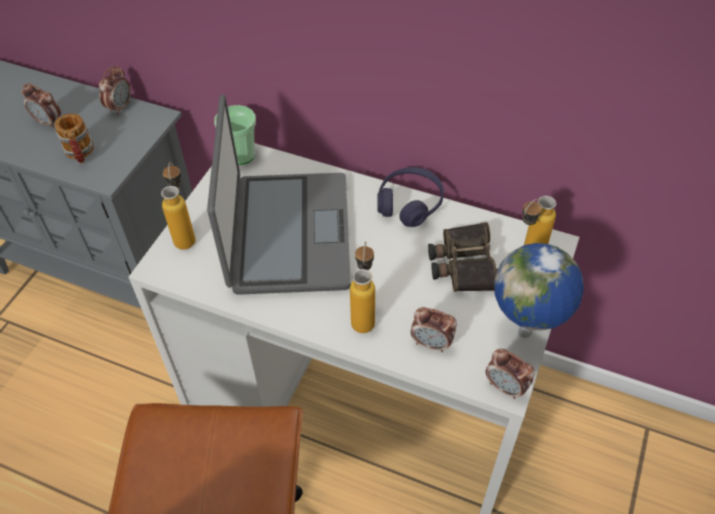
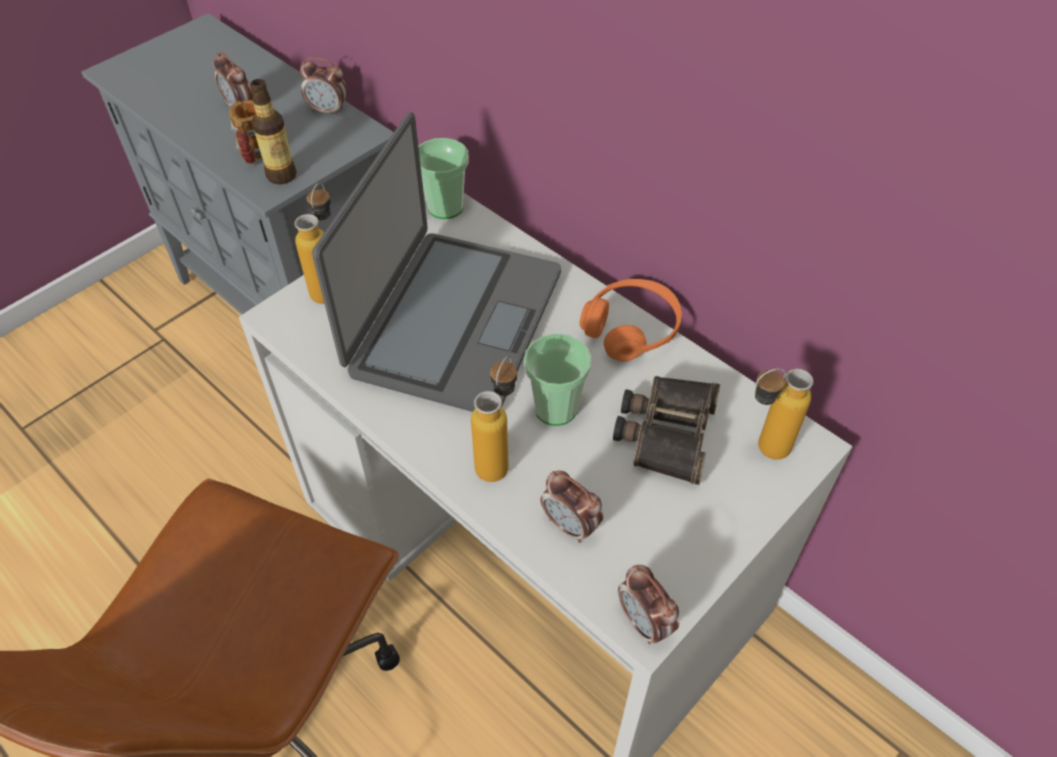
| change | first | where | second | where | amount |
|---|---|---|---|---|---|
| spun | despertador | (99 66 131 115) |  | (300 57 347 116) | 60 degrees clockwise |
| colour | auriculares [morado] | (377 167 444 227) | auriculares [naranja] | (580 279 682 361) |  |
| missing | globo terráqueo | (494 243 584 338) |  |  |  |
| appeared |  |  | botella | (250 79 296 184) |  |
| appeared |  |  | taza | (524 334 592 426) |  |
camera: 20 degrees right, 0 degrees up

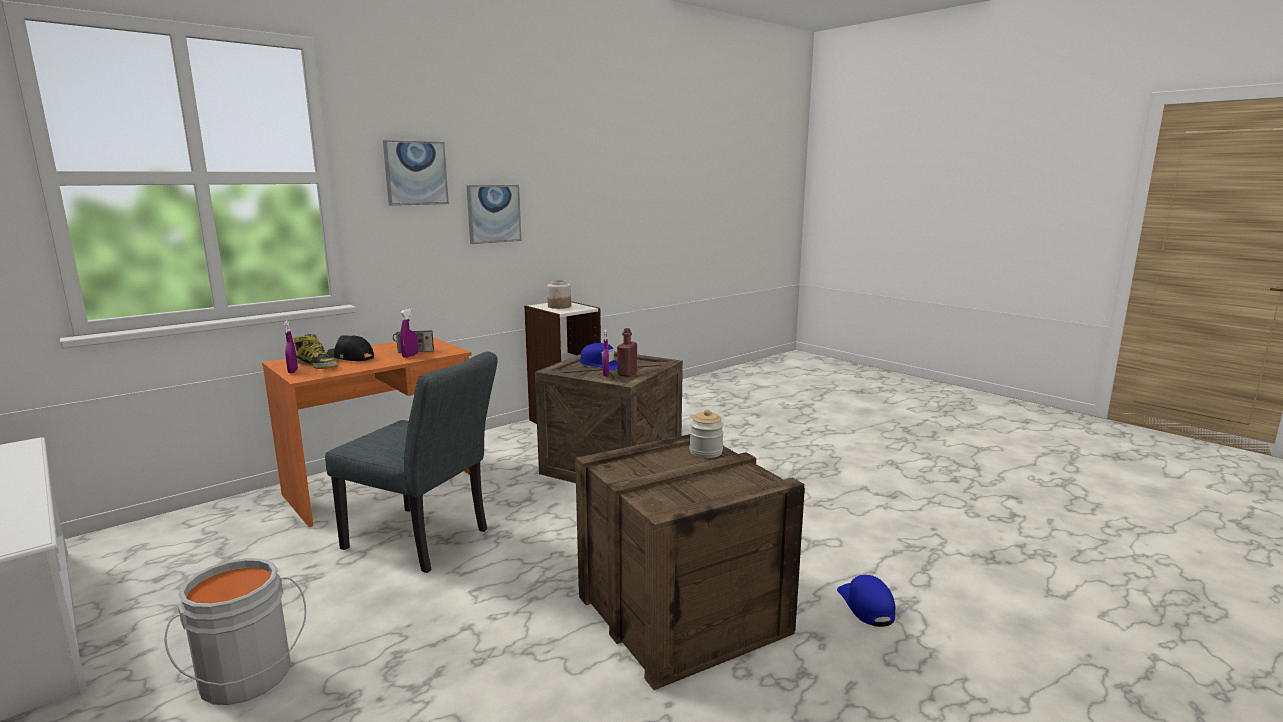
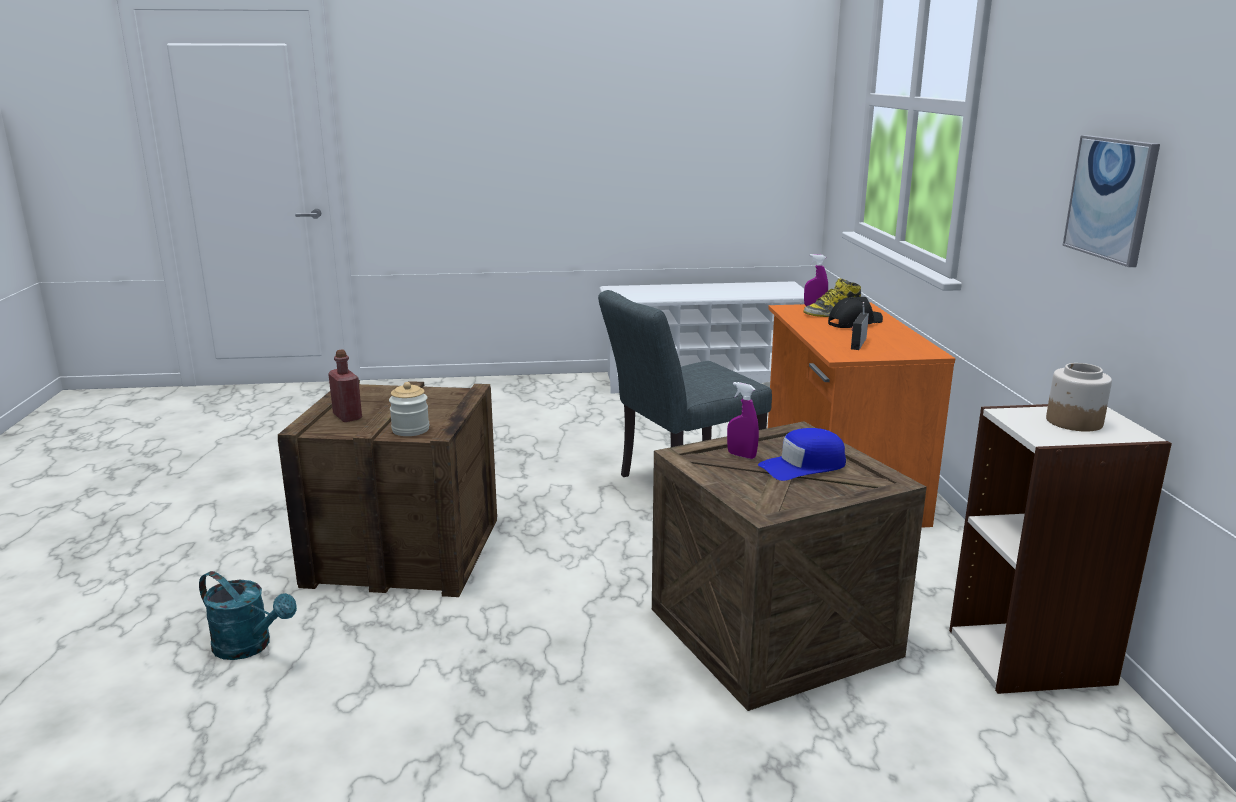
| change | first | where | second | where | amount |
|---|---|---|---|---|---|
| missing | cuadro | (383 140 449 206) |  |  |  |
| missing | pulverizador [morado] | (400 308 418 358) |  |  |  |
| relocated | botella [rojo] | (617 328 637 377) |  | (328 350 362 422) |  |
| missing | cubo [gris] | (164 558 306 705) |  |  |  |
| exchanged | gorra [azul] | (837 575 896 627) | regadera [turquesa] | (199 571 297 660) |  |
camera: 125 degrees right, 5 degrees up

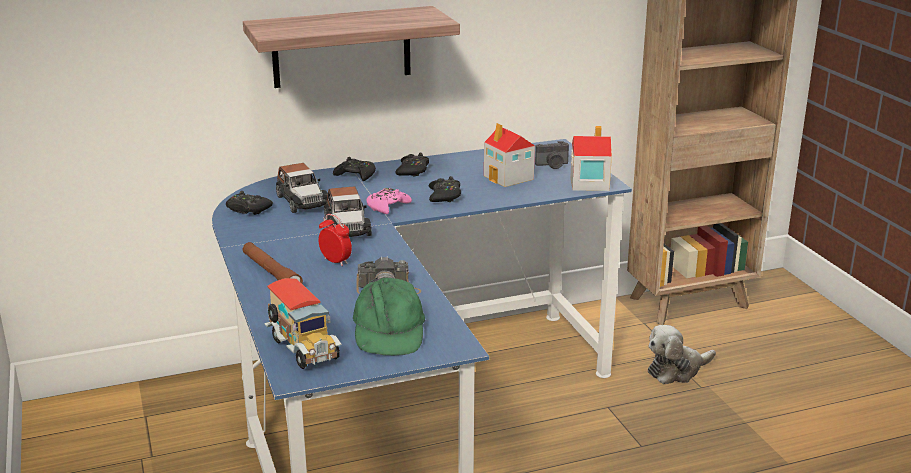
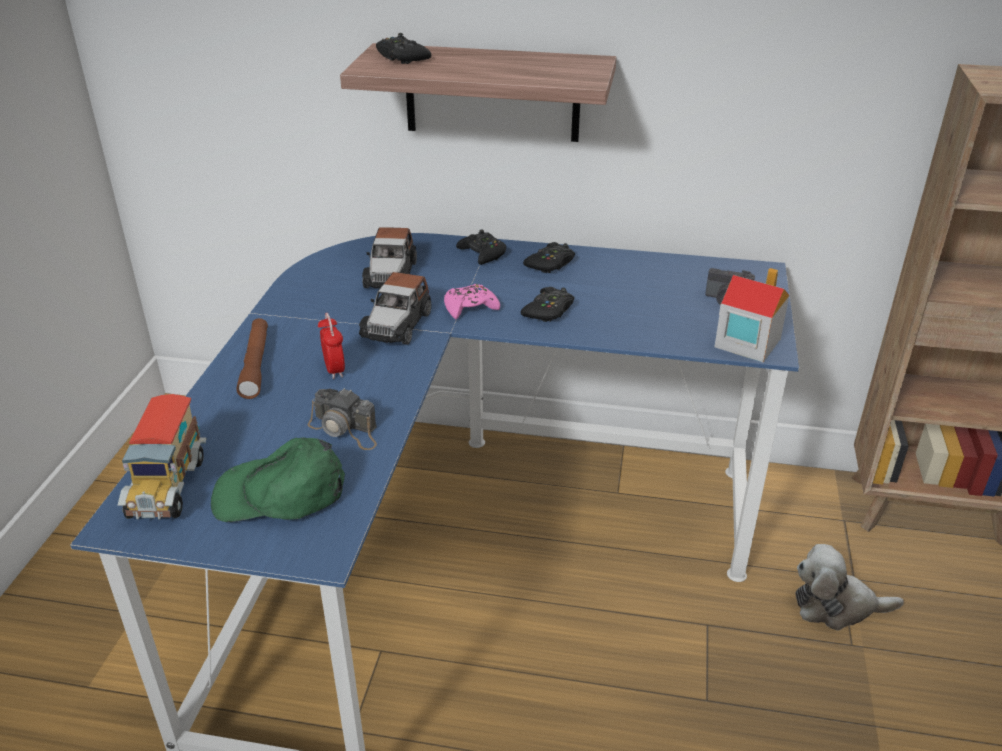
| change | first | where | second | where | amount |
|---|---|---|---|---|---|
| missing | casita | (484 123 535 187) |  |  |  |
| relocated | mando de consola [negro] | (226 191 273 215) |  | (376 33 432 64) |  |
| spun | gorra [verde] | (353 276 425 356) |  | (211 437 345 522) | 60 degrees clockwise |
camera: 30 degrees right, 10 degrees up

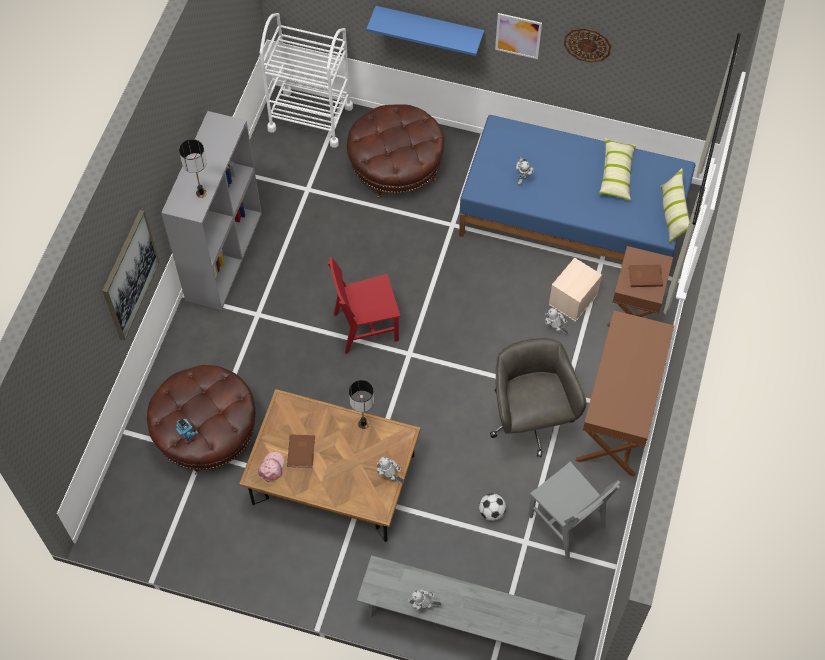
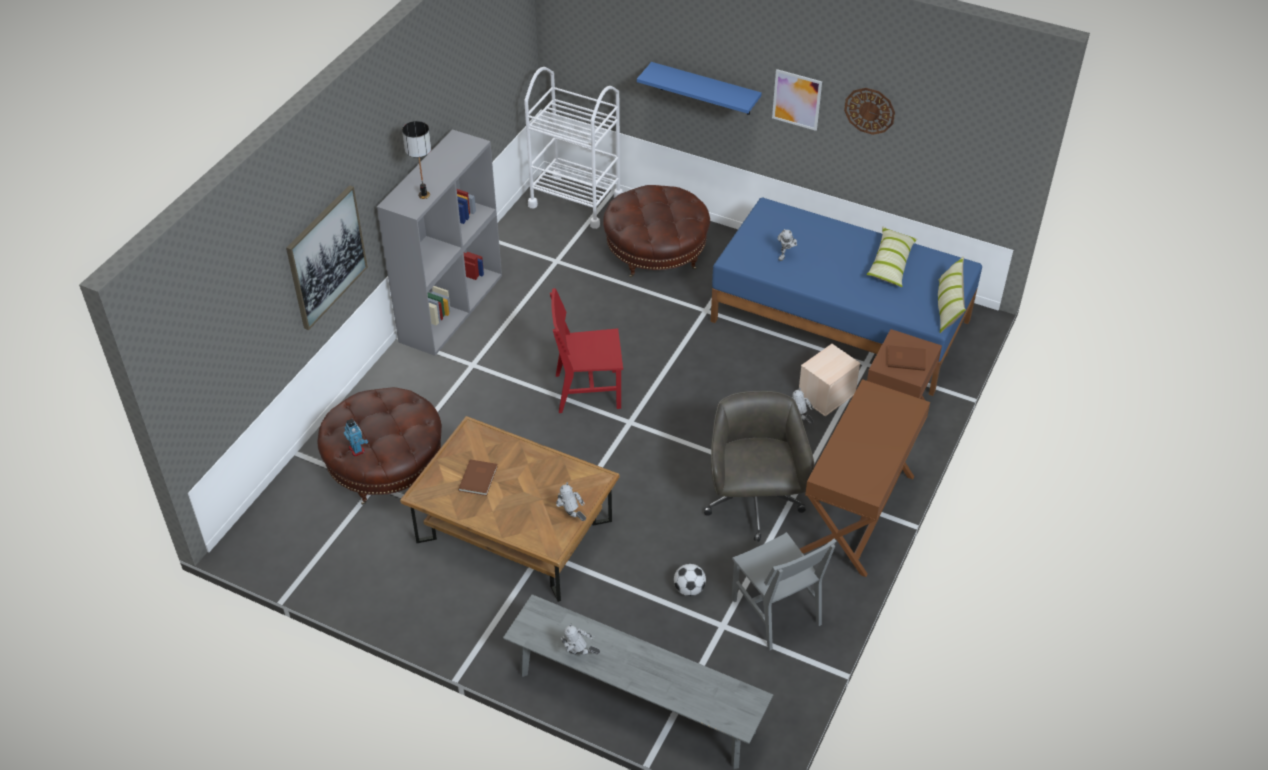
| change | first | where | second | where | amount |
|---|---|---|---|---|---|
| missing | lámpara de mesa | (349 380 374 429) |  |  |  |
| missing | gorra [rosa] | (258 452 284 482) |  |  |  |
camera: 10 degrees right, 15 degrees down

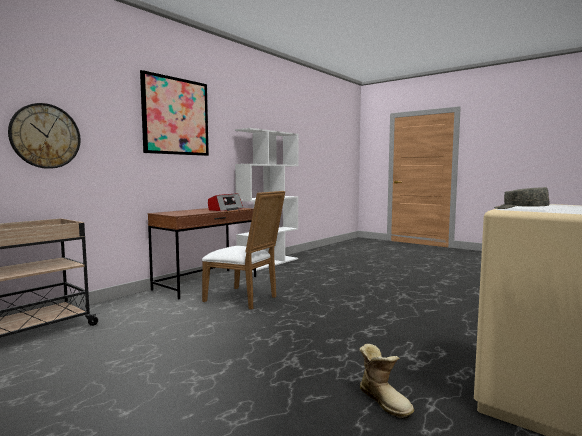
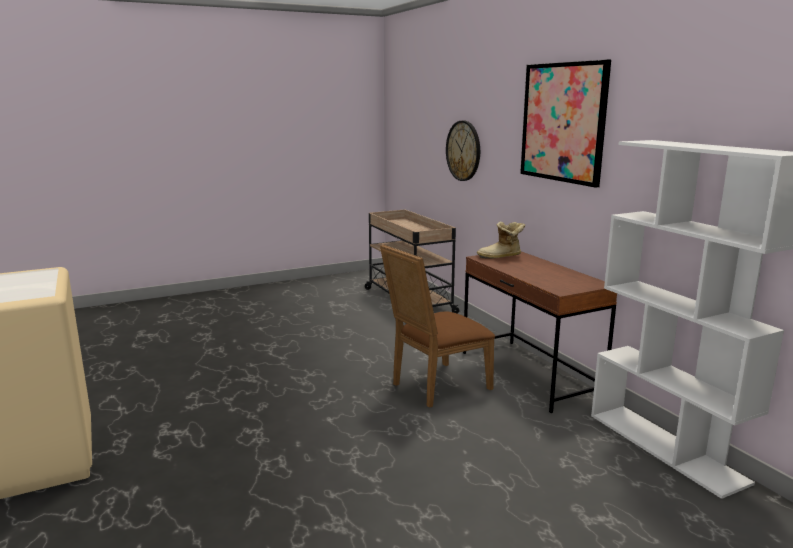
| change | first | where | second | where | amount |
|---|---|---|---|---|---|
| missing | gorra [gris] | (494 187 549 209) |  |  |  |
| colour | silla [blanco] | (202 191 285 310) | silla [marrón] | (380 244 495 408) |  |
| missing | radio | (208 193 243 211) |  |  |  |
| relocated | bota | (359 344 414 419) |  | (477 222 525 259) |  |
camera: 115 degrees right, 10 degrees up

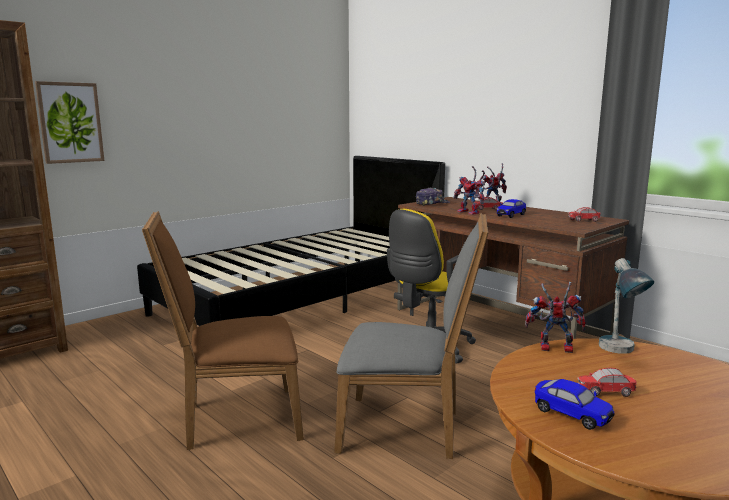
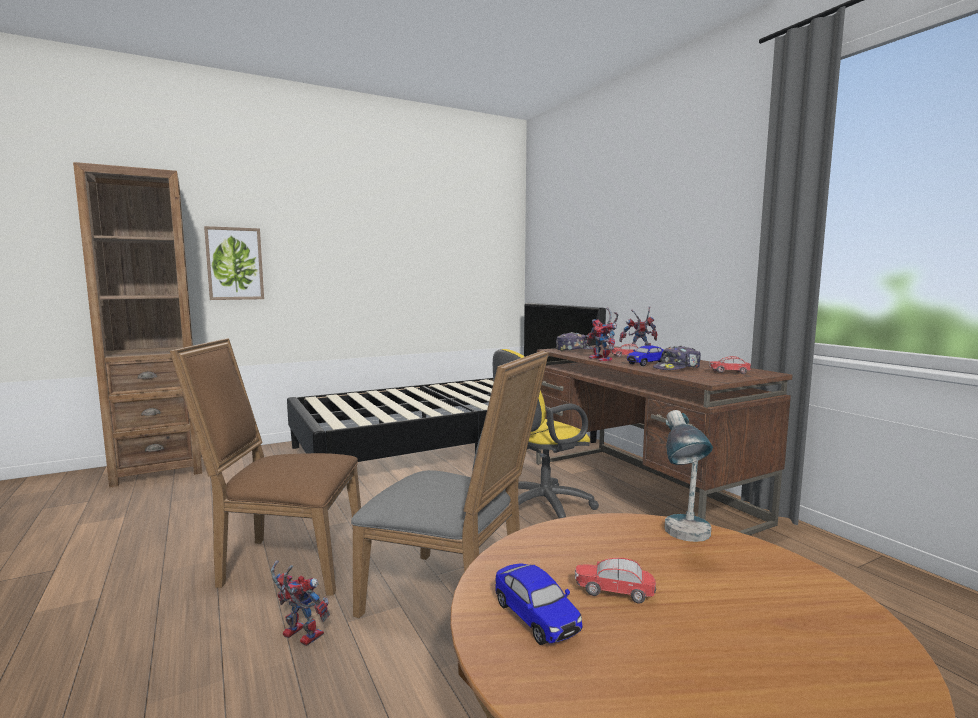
| change | first | where | second | where | amount |
|---|---|---|---|---|---|
| relocated | robot de juguete | (525 282 586 353) |  | (271 560 330 646) |  |
| appeared |  |  | gorra | (653 346 701 370) |  |
camera: 15 degrees right, 5 degrees down

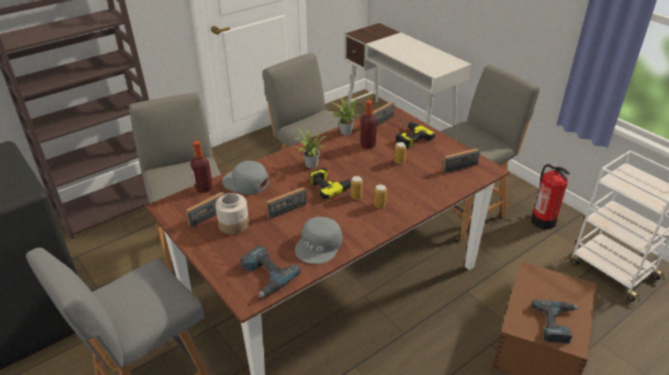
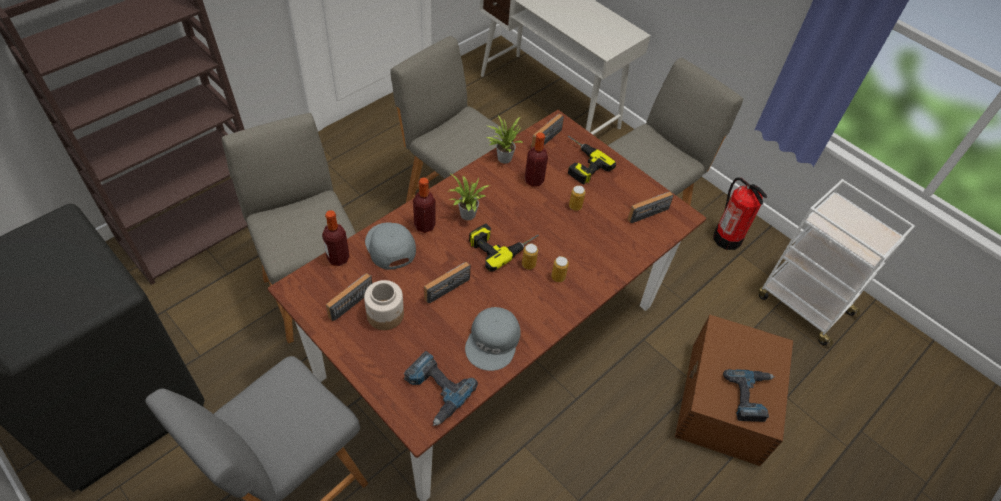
| change | first | where | second | where | amount |
|---|---|---|---|---|---|
| spun | gorra [gris] | (222 161 269 195) |  | (365 223 416 270) | 45 degrees clockwise |
| appeared |  |  | botella | (413 177 436 233) |  |
camera: 10 degrees left, 15 degrees up

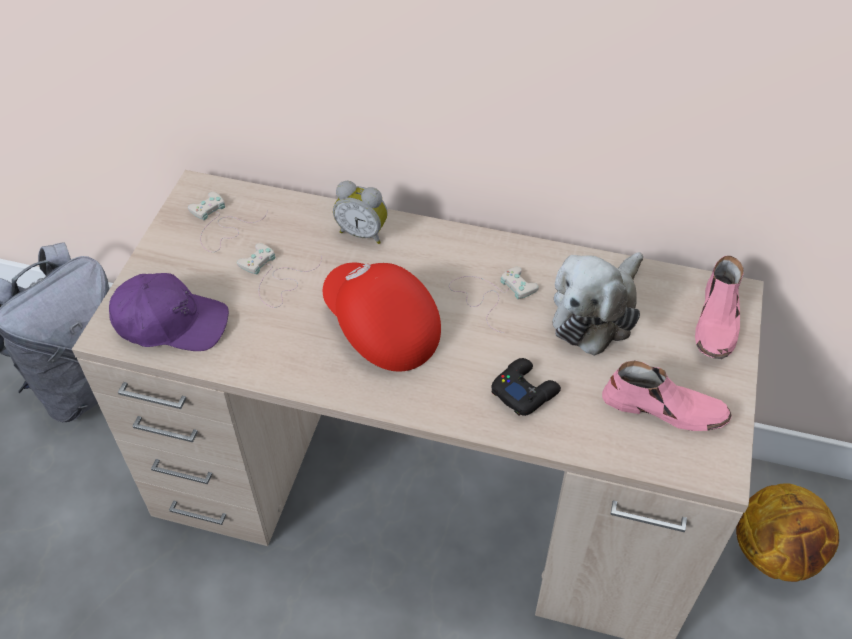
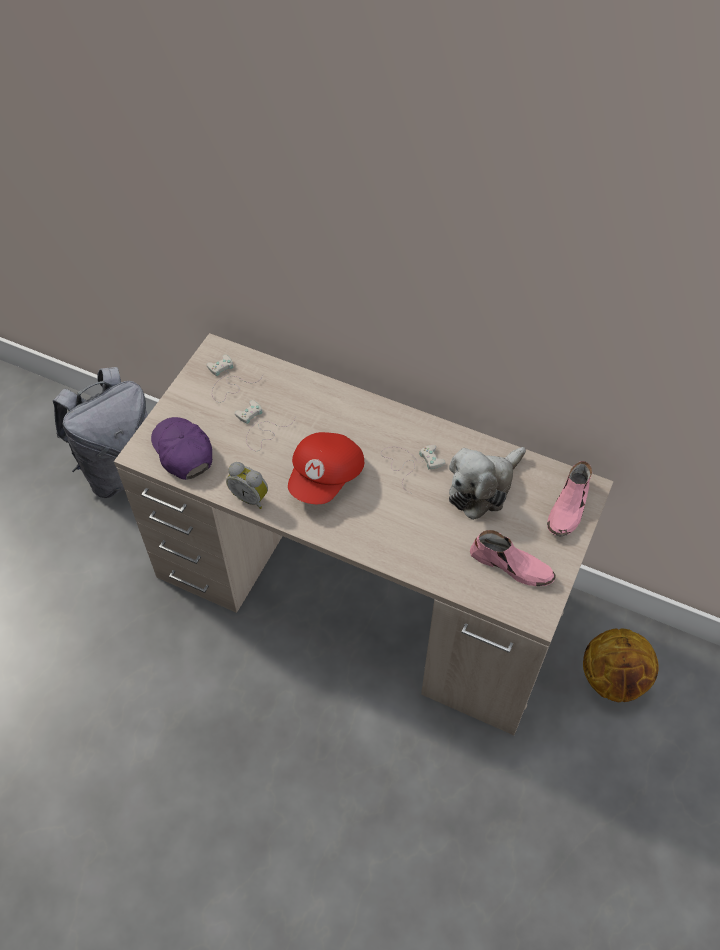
| change | first | where | second | where | amount |
|---|---|---|---|---|---|
| relocated | despertador | (333 181 388 244) |  | (226 462 268 509) |  |
| spun | gorra [rojo] | (323 263 441 372) |  | (288 432 364 504) | 120 degrees counterclockwise |
| spun | gorra [morado] | (109 273 229 351) |  | (151 417 212 480) | 135 degrees counterclockwise |
| missing | mando de consola [negro] | (491 358 561 416) |  |  |  |
camera: 10 degrees right, 5 degrees up

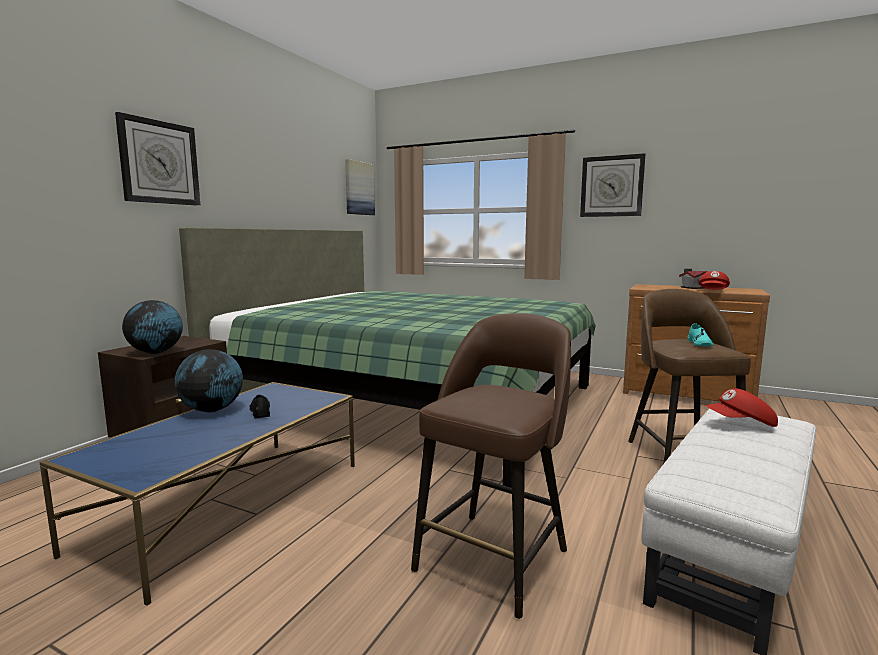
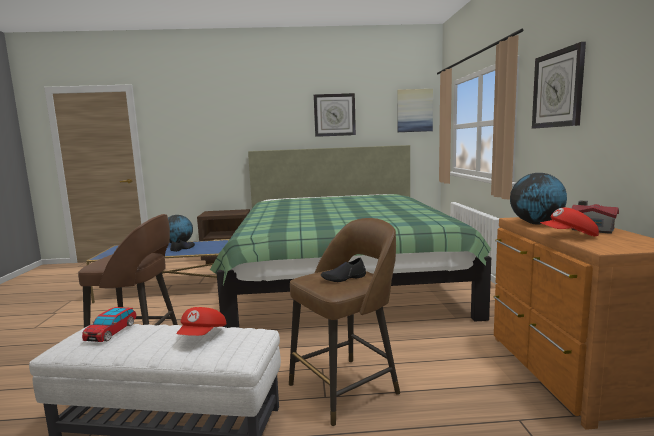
| change | first | where | second | where | amount |
|---|---|---|---|---|---|
| relocated | reloj de pared | (115 112 200 206) |  | (314 93 356 137) |  |
| relocated | globo terráqueo | (122 300 183 354) |  | (510 173 567 224) |  |
| colour | zapato [turquesa] | (687 323 713 346) | zapato [negro] | (321 258 366 282) |  |
| spun | gorra [rojo] | (706 388 778 427) |  | (176 307 226 336) | 135 degrees counterclockwise |
| appeared |  |  | coche de juguete | (82 307 136 342) |  |
camera: 60 degrees right, 0 degrees up

